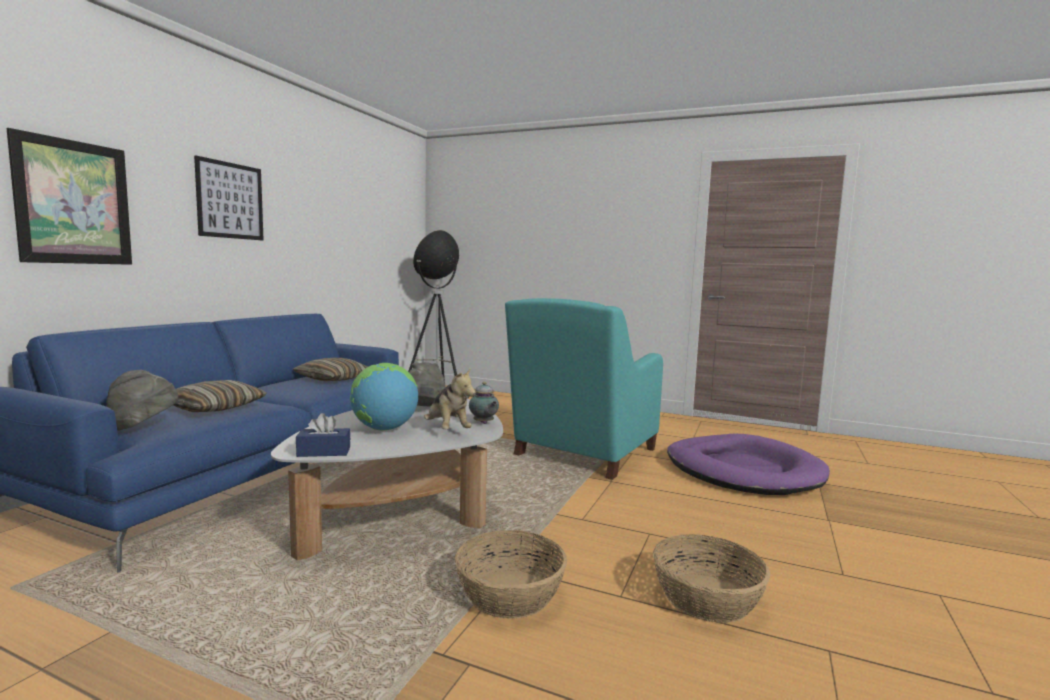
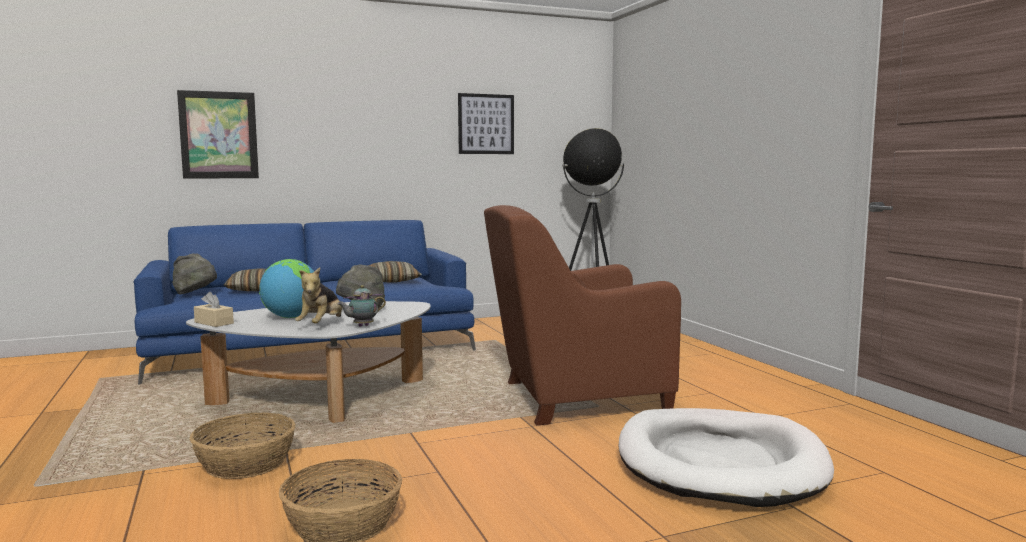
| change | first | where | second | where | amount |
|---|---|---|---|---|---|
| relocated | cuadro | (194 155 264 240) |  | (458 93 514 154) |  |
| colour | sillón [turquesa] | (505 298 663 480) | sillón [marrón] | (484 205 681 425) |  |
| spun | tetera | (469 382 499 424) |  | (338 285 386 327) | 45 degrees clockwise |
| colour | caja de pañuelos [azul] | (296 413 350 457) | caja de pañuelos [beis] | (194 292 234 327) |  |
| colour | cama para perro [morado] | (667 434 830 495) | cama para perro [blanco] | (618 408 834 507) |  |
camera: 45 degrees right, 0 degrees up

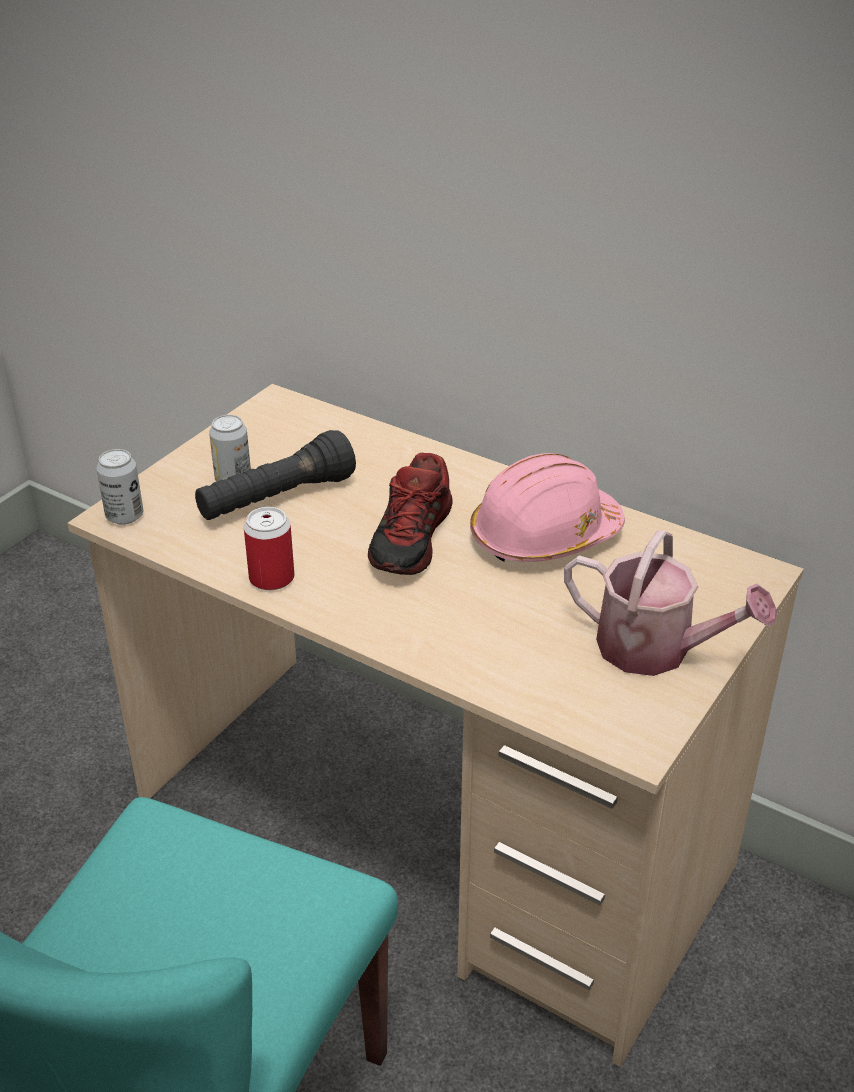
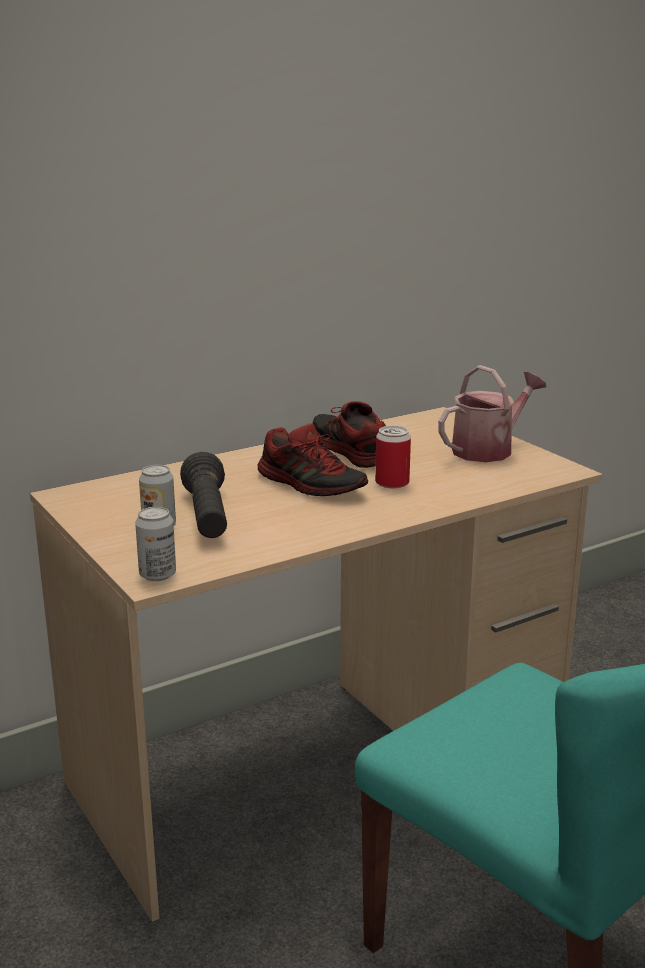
| change | first | where | second | where | amount |
|---|---|---|---|---|---|
| exchanged | casco [rosa] | (470 453 625 562) | zapato | (313 401 386 468) |  |
| relocated | lata | (244 507 295 590) |  | (375 425 411 488) |  |
camera: 65 degrees left, 15 degrees down

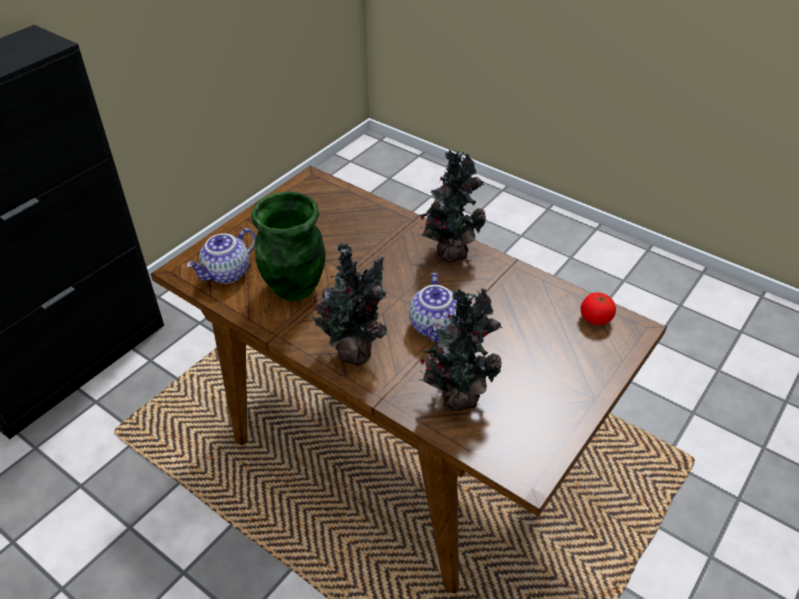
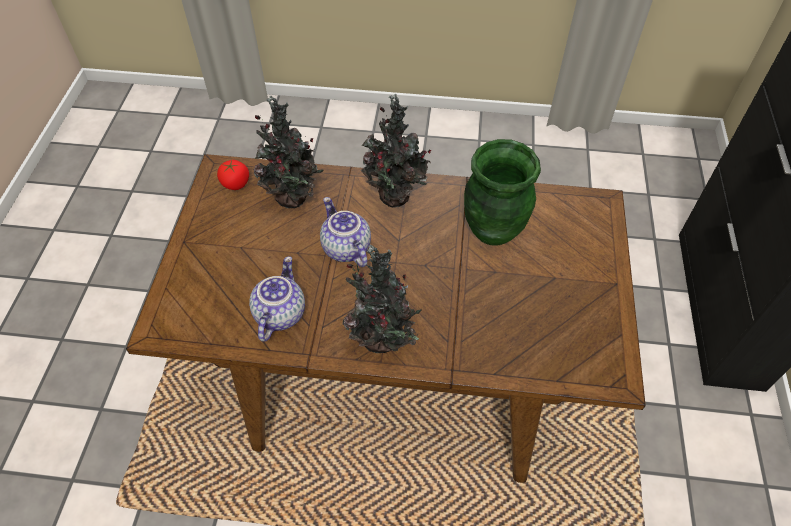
| change | first | where | second | where | amount |
|---|---|---|---|---|---|
| relocated | tetera | (186 228 256 284) |  | (249 256 305 342) |  |
| relocated | tomate | (581 292 616 325) |  | (217 160 249 190) |  |
camera: 150 degrees right, 10 degrees up

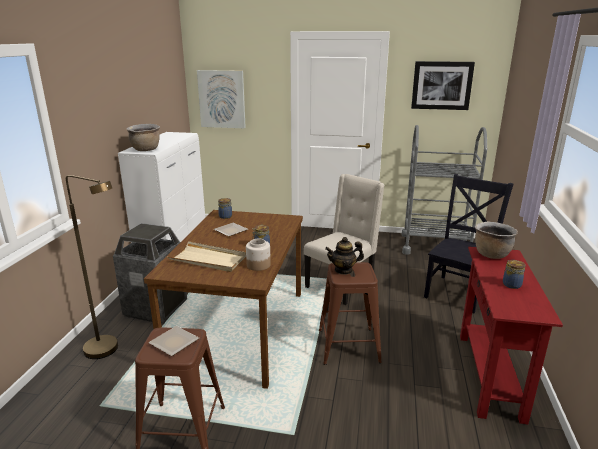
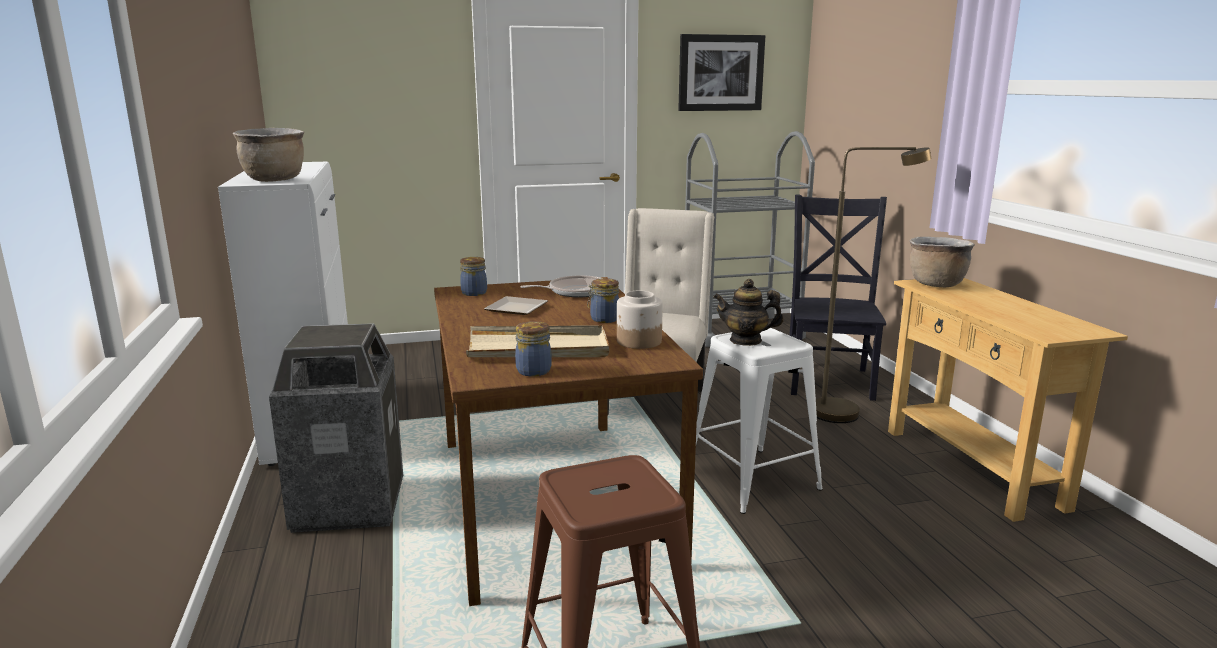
| change | first | where | second | where | amount |
|---|---|---|---|---|---|
| missing | cuadro | (197 70 246 129) |  |  |  |
| relocated | lámpara de pie [marrón] | (66 175 118 359) |  | (816 147 932 423) |  |
| spun | tetera | (325 237 364 275) |  | (713 279 784 346) | 45 degrees clockwise |
| colour | mesa consola [rojo] | (460 247 563 424) | mesa consola [beis] | (888 278 1128 522) |  |
| relocated | tarro | (503 260 525 289) |  | (515 321 552 376) |  |
| colour | taburete [marrón] | (319 262 382 365) | taburete [blanco] | (696 328 823 514) |  |
| missing | plato | (148 326 199 356) |  |  |  |
| appeared |  |  | sartén | (521 275 602 298) |  |
camera: 25 degrees left, 5 degrees down

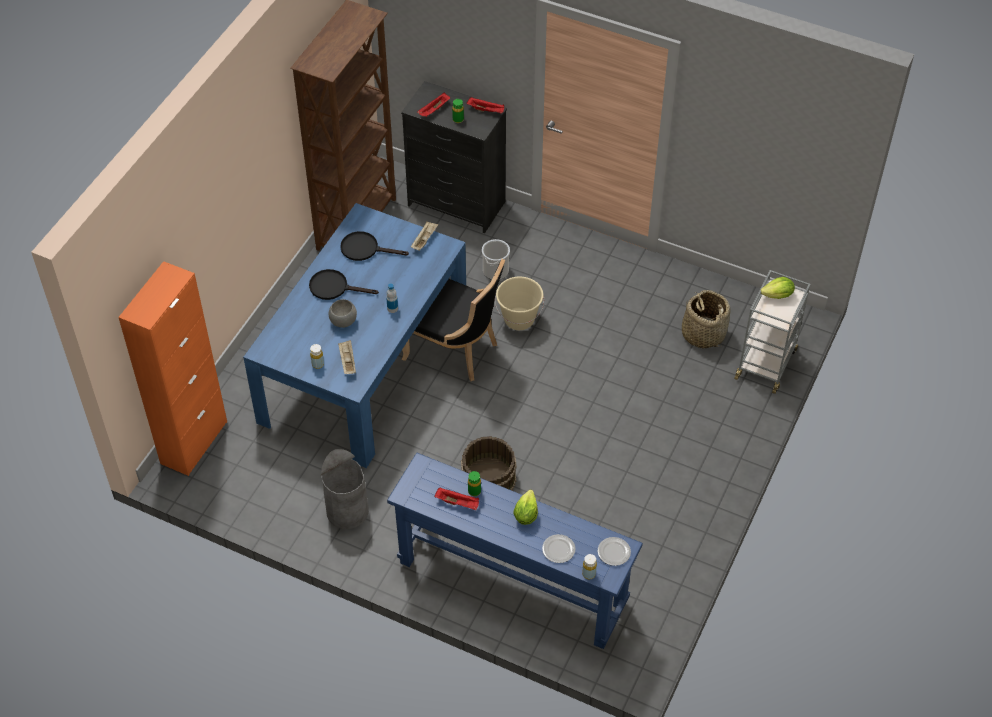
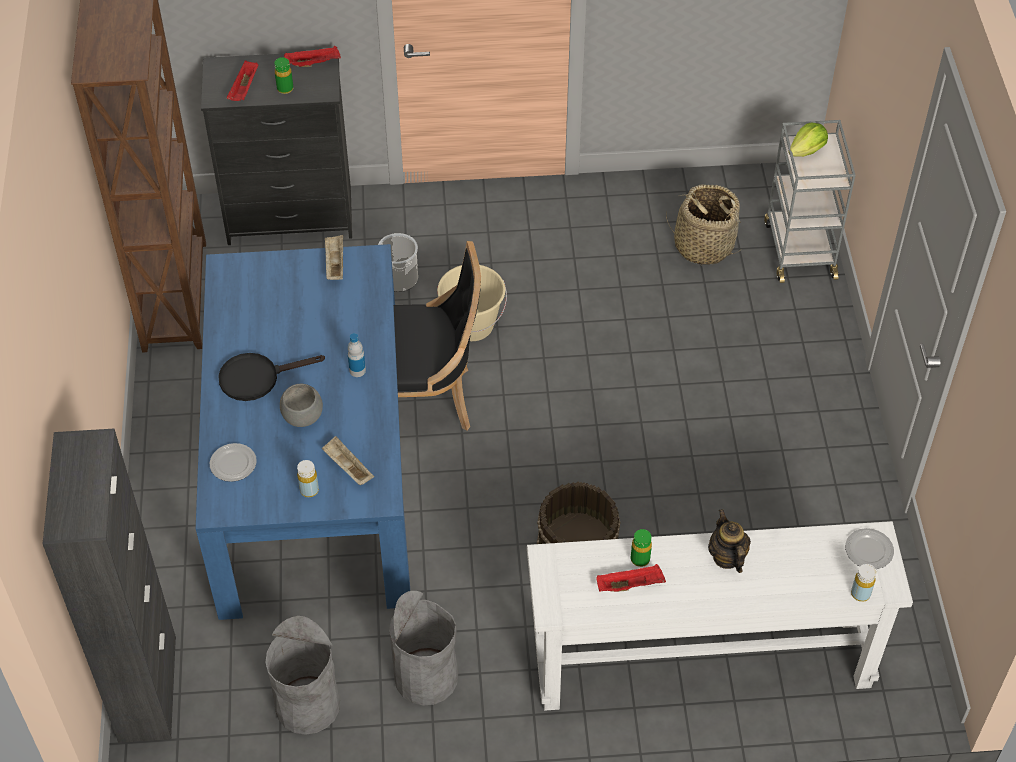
| change | first | where | second | where | amount |
|---|---|---|---|---|---|
| missing | sartén [negro] | (340 231 409 261) |  |  |  |
| colour | armario [naranja] | (118 261 227 476) | armario [negro] | (43 429 176 743) |  |
| colour | mesa consola [azul] | (387 453 643 649) | mesa consola [blanco] | (527 521 913 711) |  |
| exchanged | lechuga | (513 489 538 525) | tetera | (708 509 751 573) |  |
| relocated | plato | (542 534 575 563) |  | (210 443 257 482) |  |
| appeared |  |  | papelera [gris] | (265 616 340 735) |  |
camera: 30 degrees left, 0 degrees up

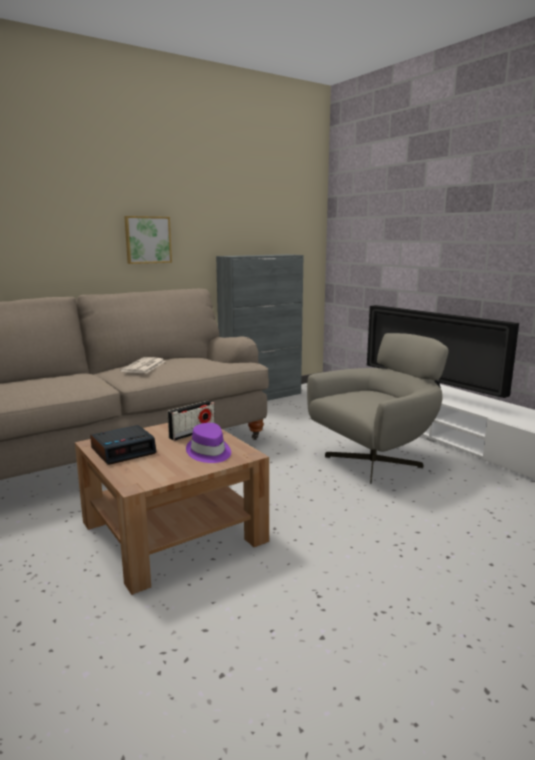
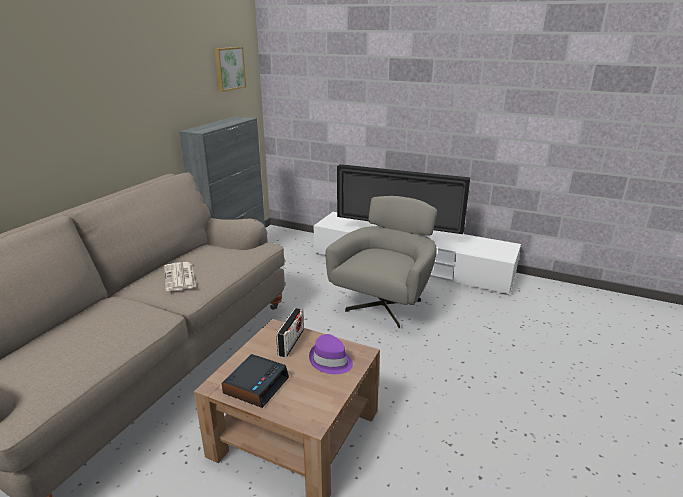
| change | first | where | second | where | amount |
|---|---|---|---|---|---|
| relocated | cuadro | (124 216 172 264) |  | (214 47 246 92) |  |
camera: 30 degrees left, 10 degrees up

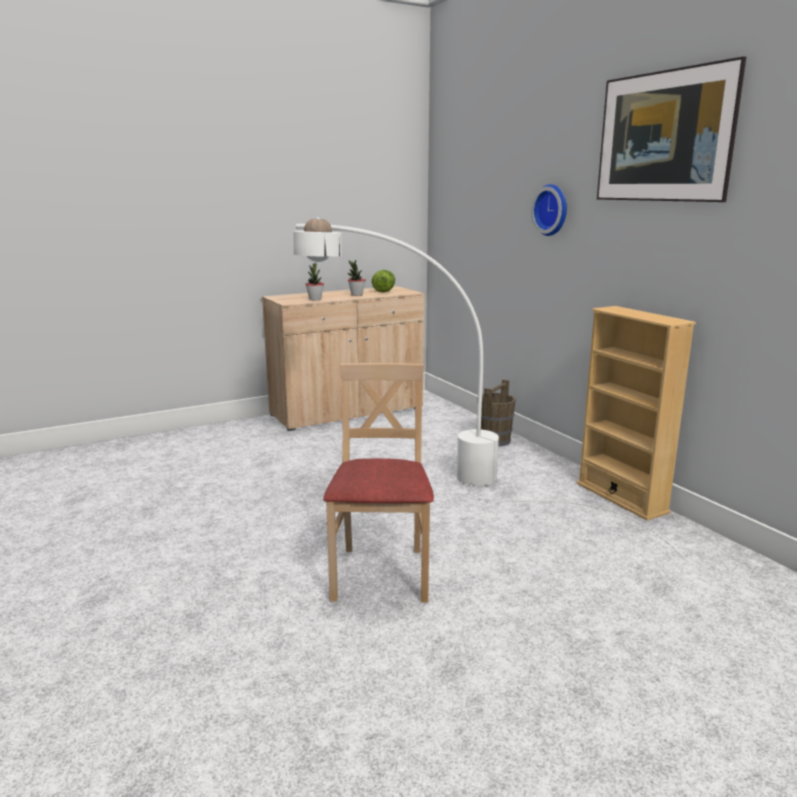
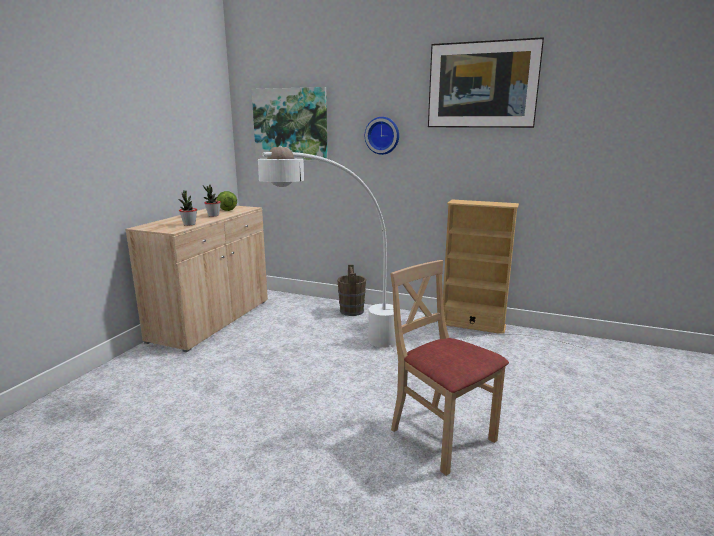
| change | first | where | second | where | amount |
|---|---|---|---|---|---|
| appeared |  |  | cuadro | (252 87 328 162) |  |
camera: 40 degrees left, 0 degrees up

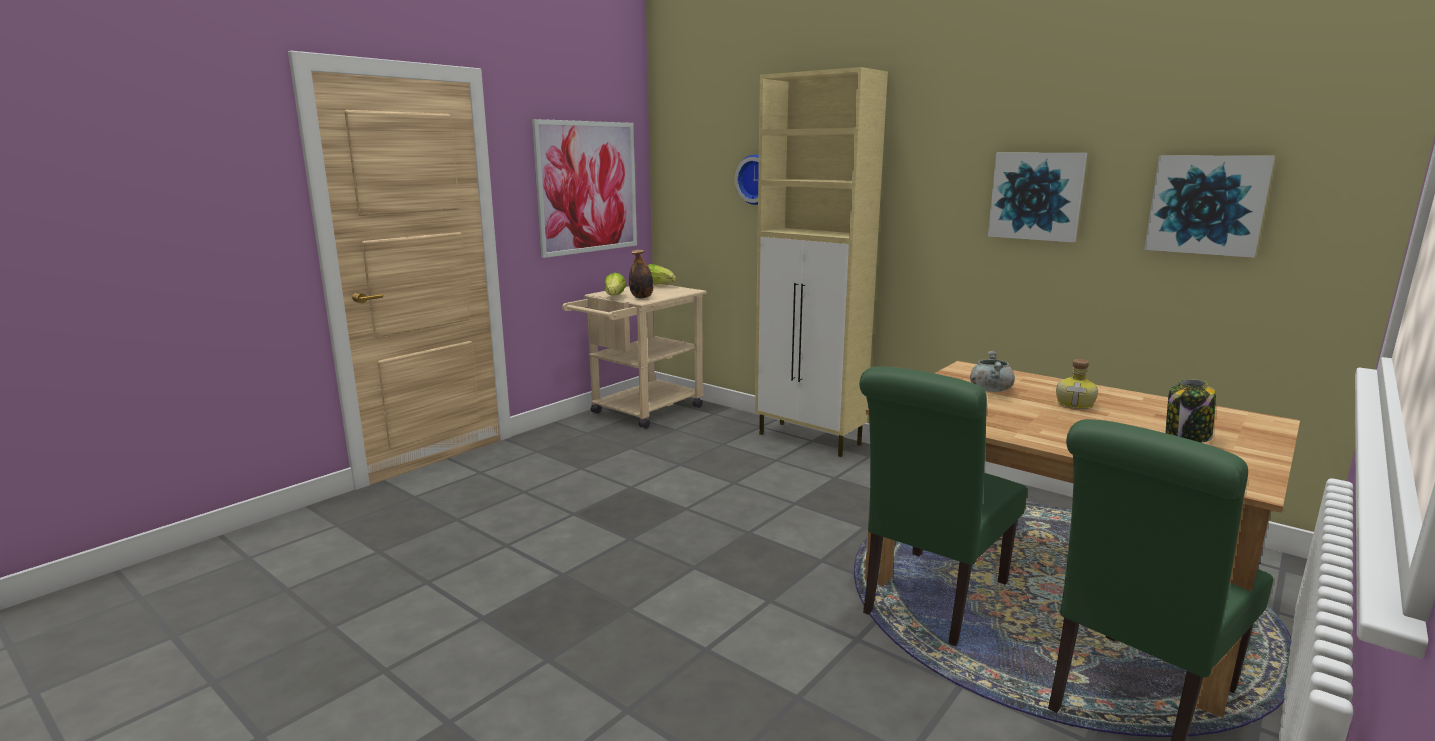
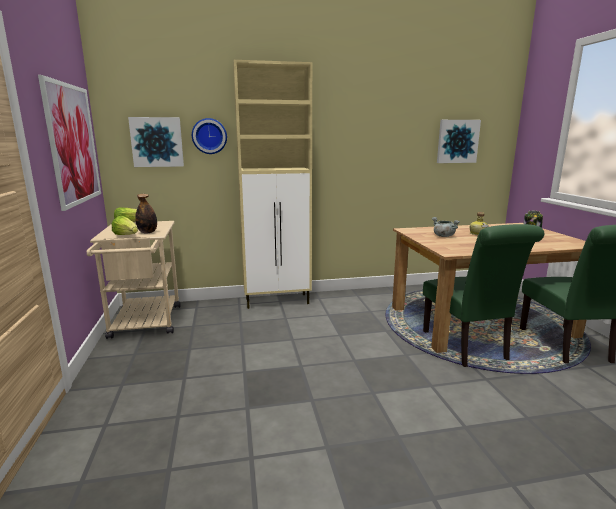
| change | first | where | second | where | amount |
|---|---|---|---|---|---|
| relocated | cuadro | (988 153 1087 242) |  | (128 117 184 167) |  |
camera: 50 degrees left, 0 degrees up

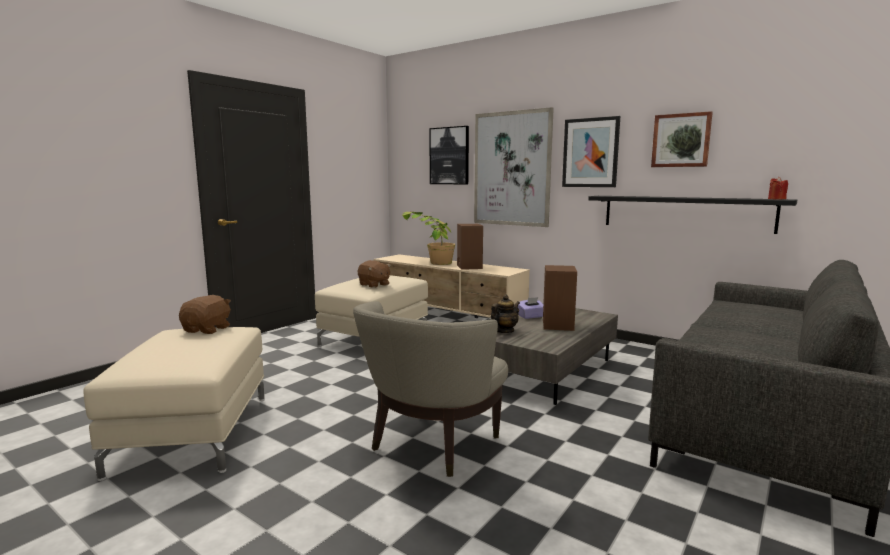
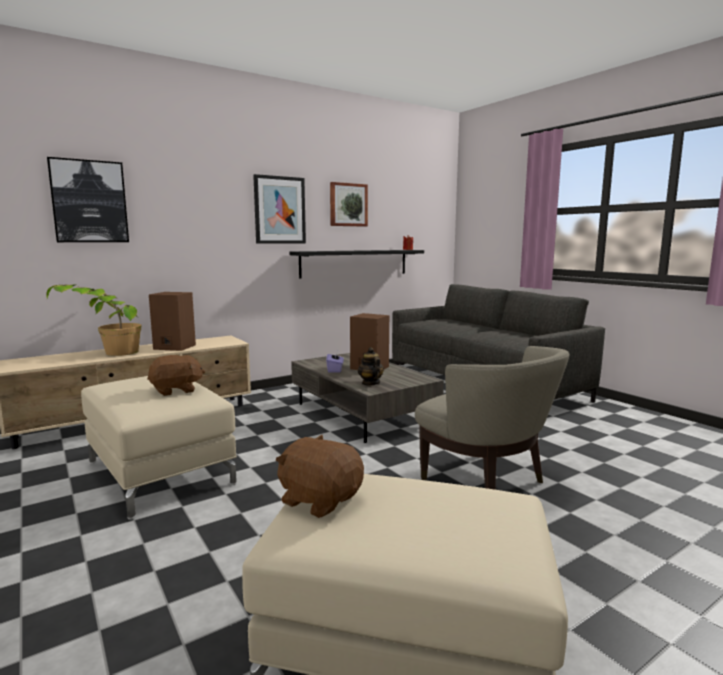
| change | first | where | second | where | amount |
|---|---|---|---|---|---|
| missing | cuadro | (474 107 554 227) |  |  |  |
camera: 70 degrees left, 0 degrees up

